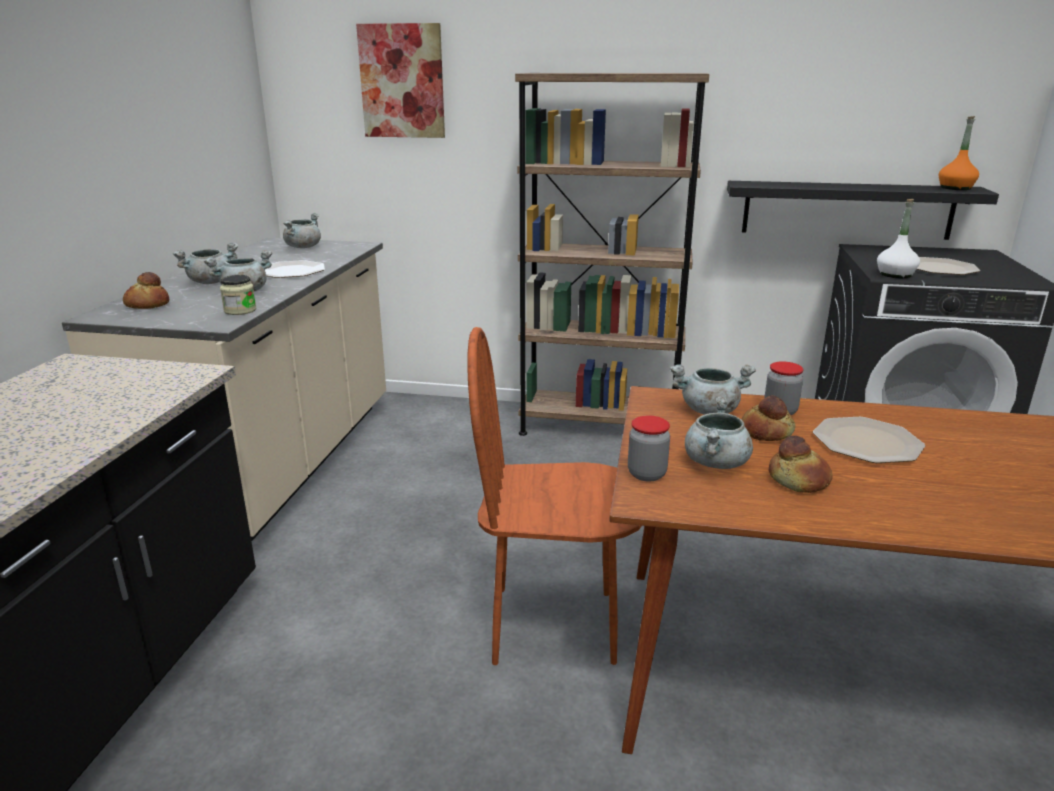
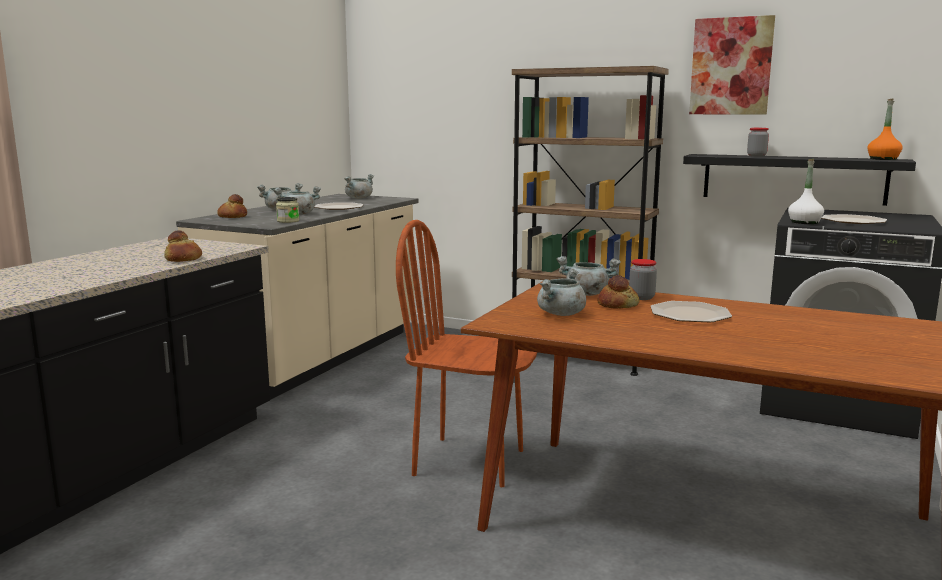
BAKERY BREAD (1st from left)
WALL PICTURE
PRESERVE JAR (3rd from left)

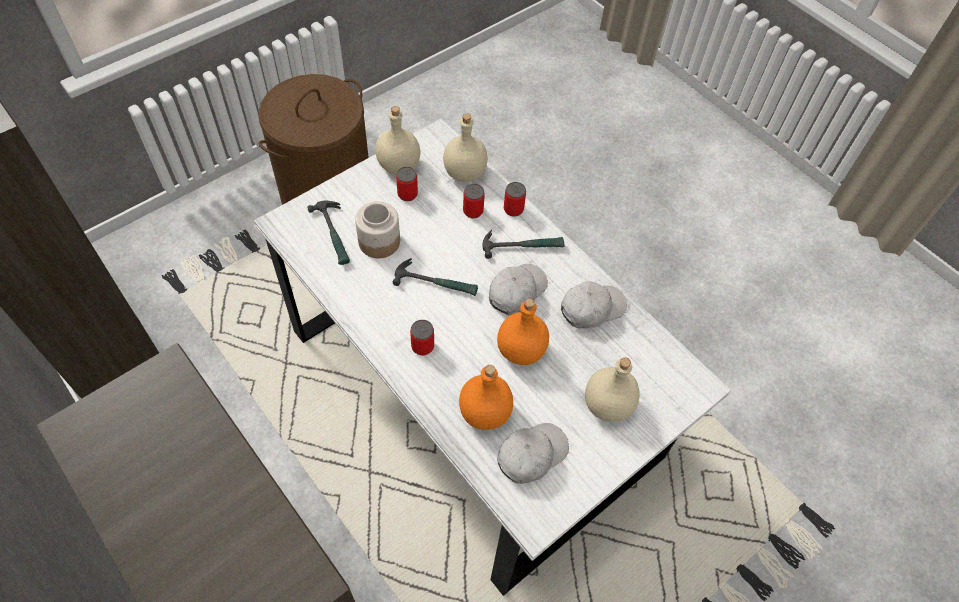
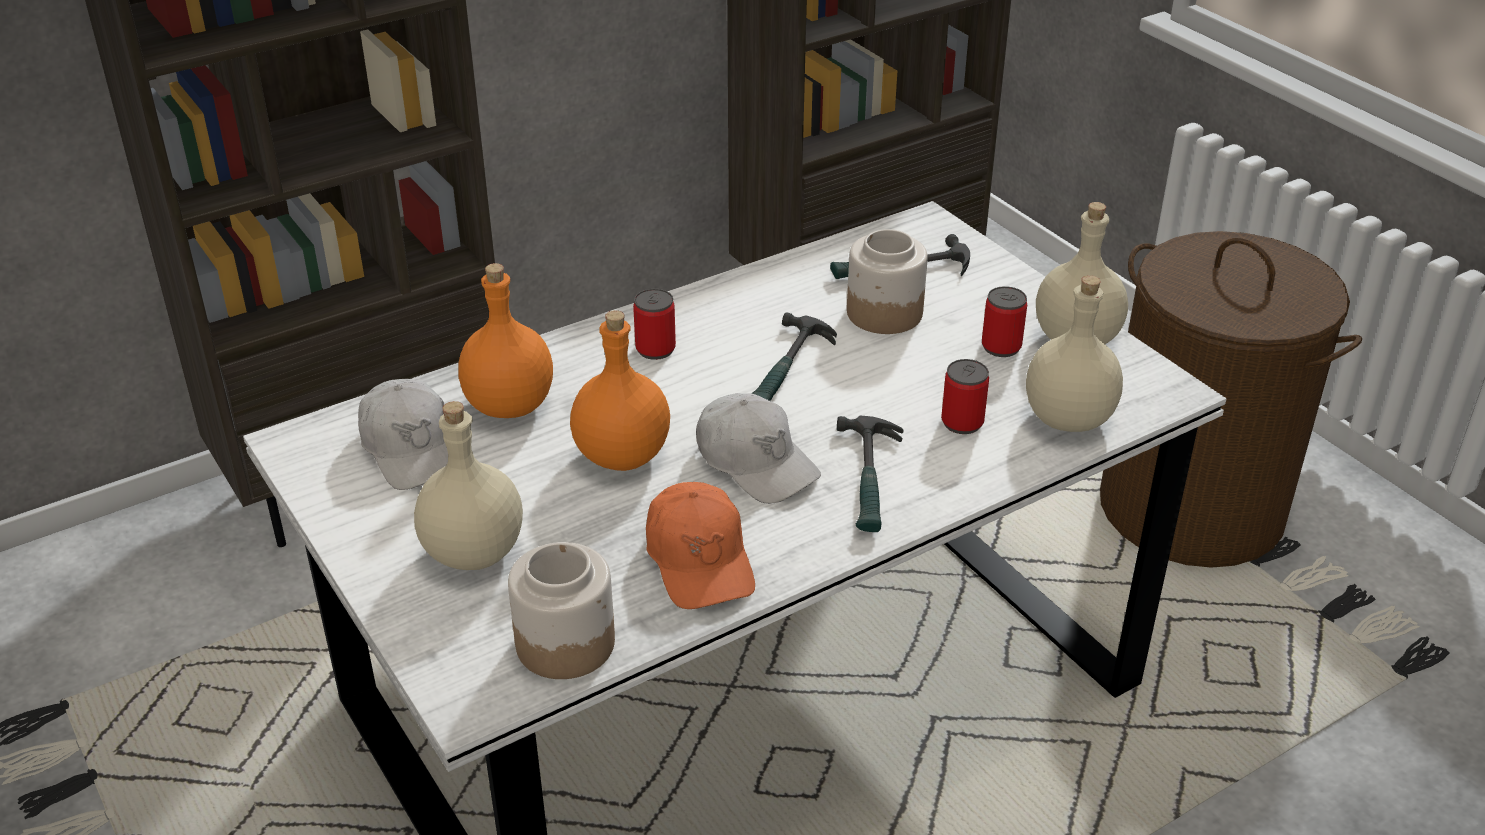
PRESERVE JAR (1st from left)
ORANGEY CAP
SEALED CAN (4th from left in the first image)

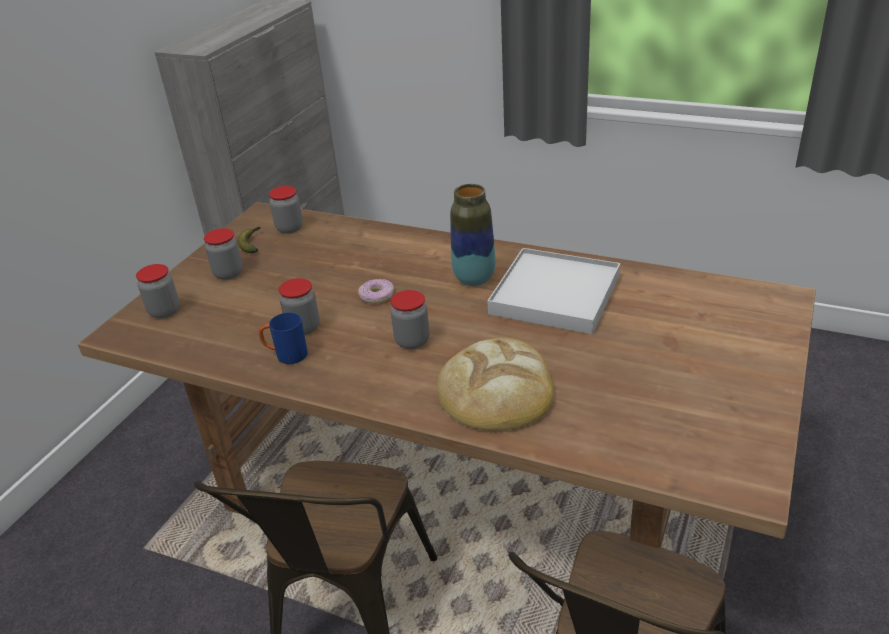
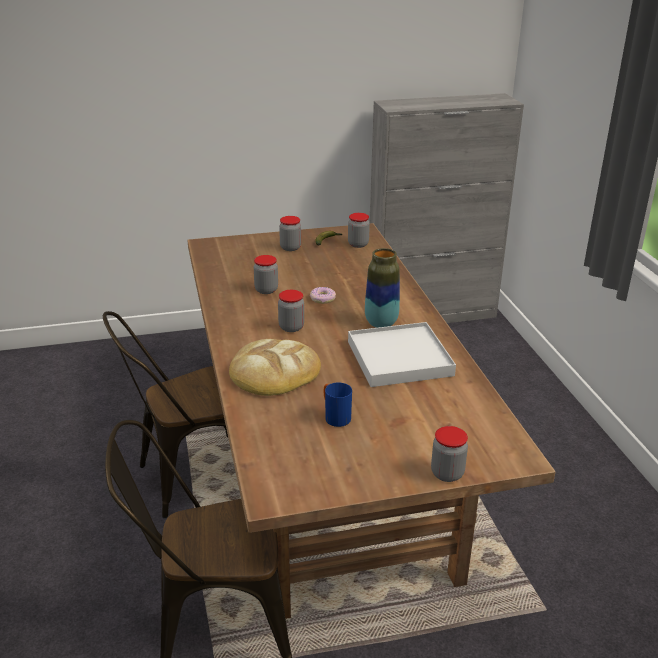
BLUE COFFEE MUG
PRESERVE JAR (5th from left)

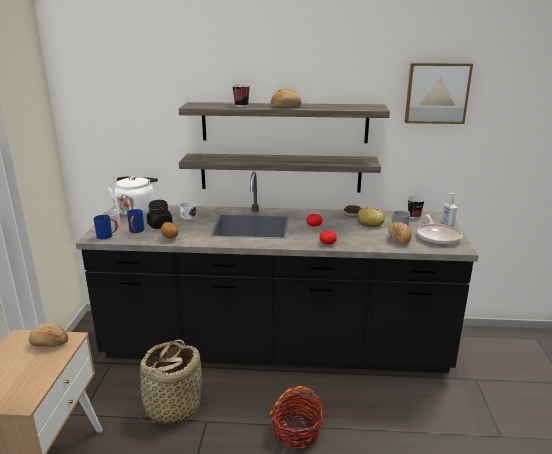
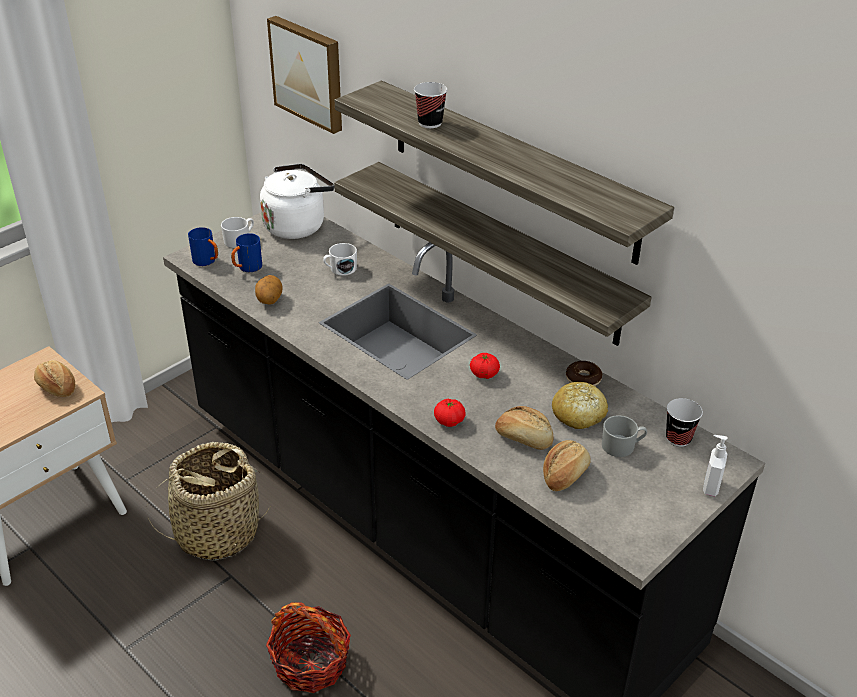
WALL PICTURE
BAKERY BREAD (2nd from left)
BLACK PRESERVE JAR
FRYING PAN

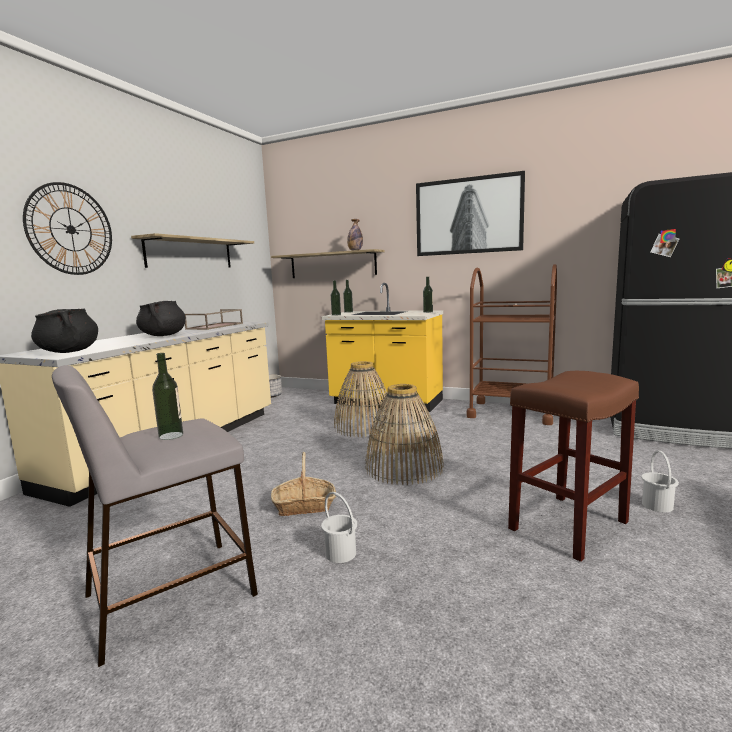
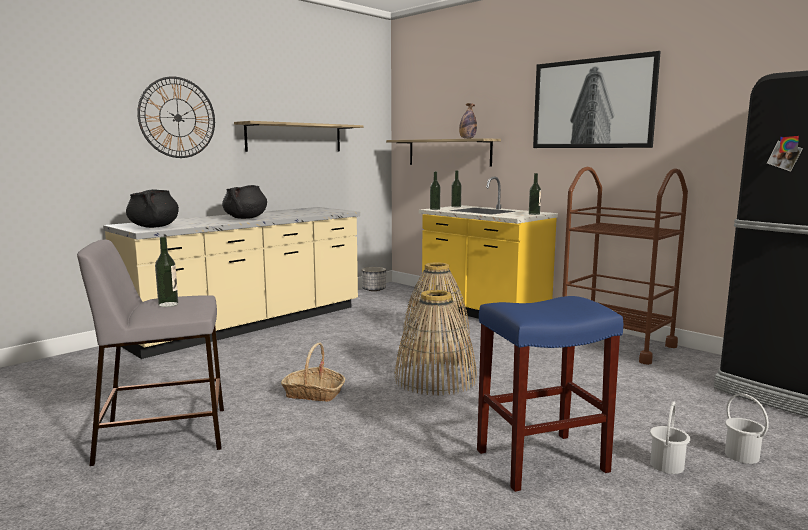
BLUE STOOL SEAT
WHITISH BUCKET (2nd from left)
BROWN-COLOURED CARRYING TRAY

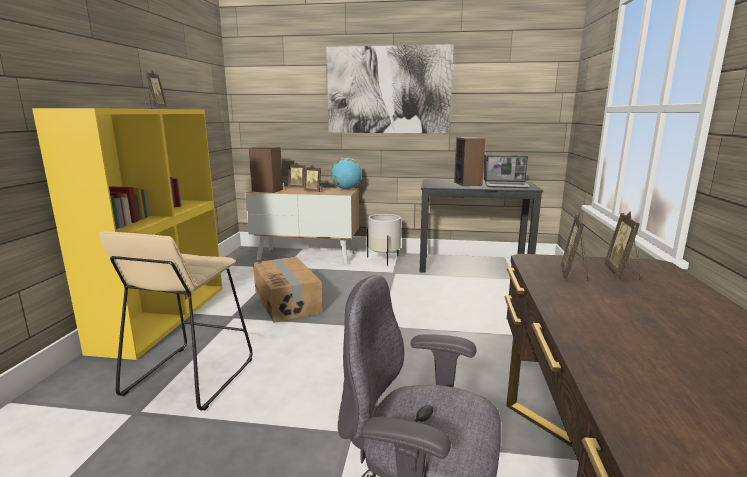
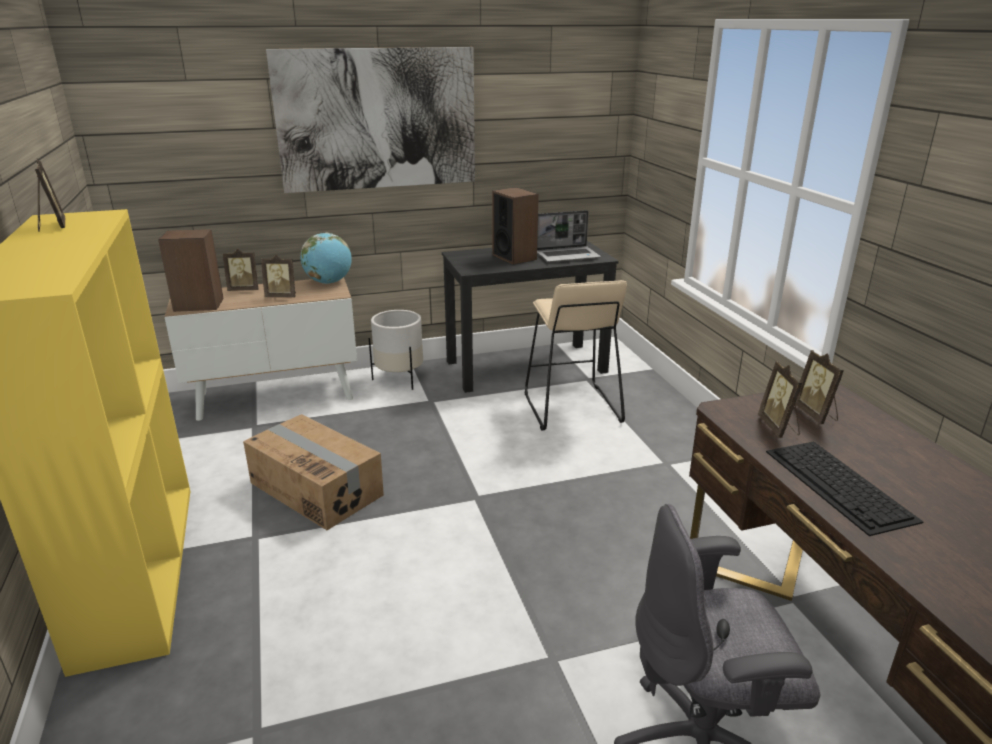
BEIGE-COLOURED STOOL SEAT
PC KEYBOARD

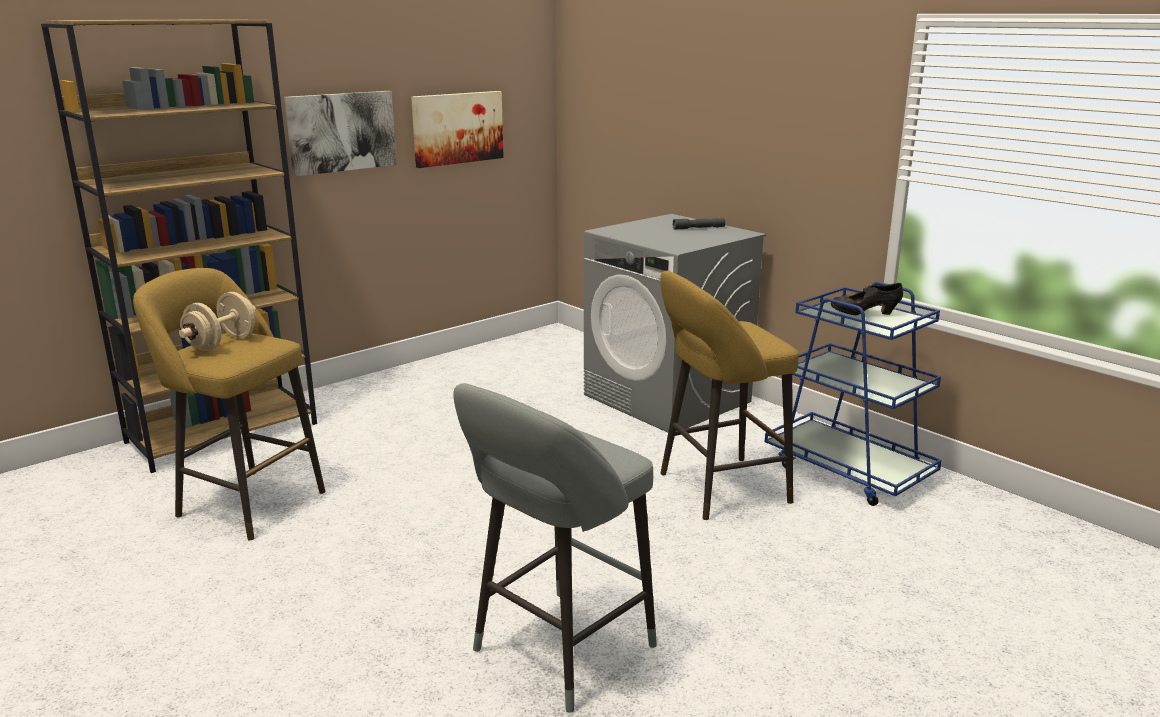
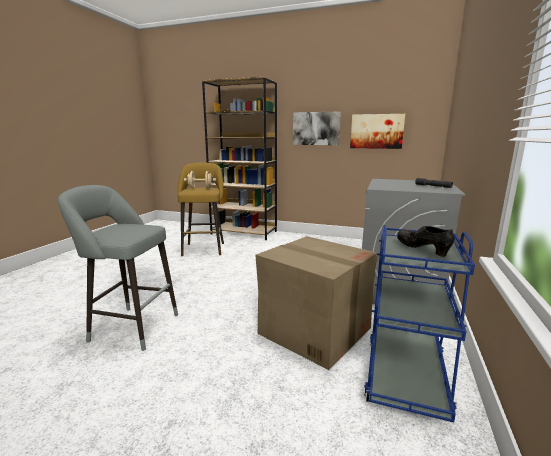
CARDBOARD BOX

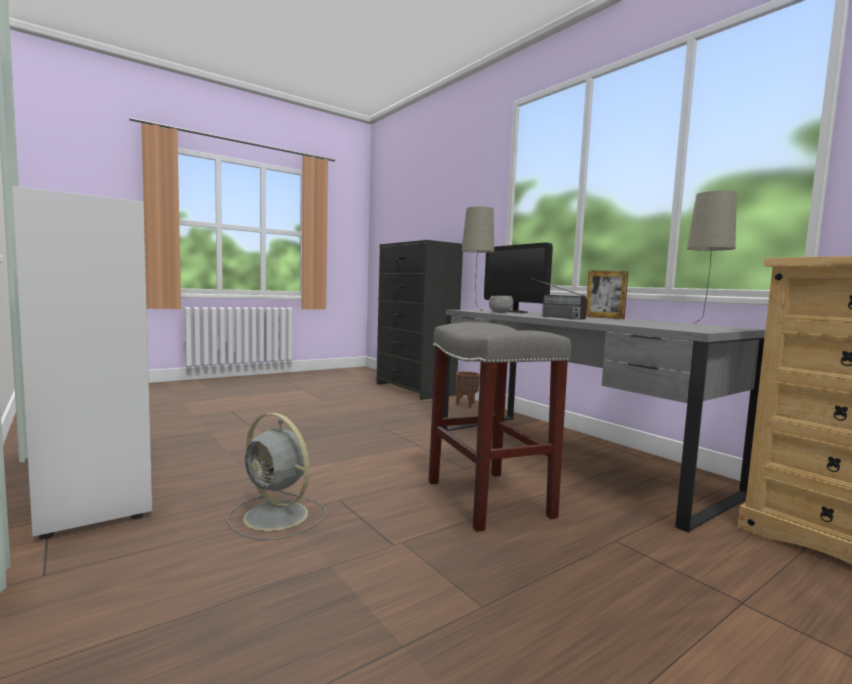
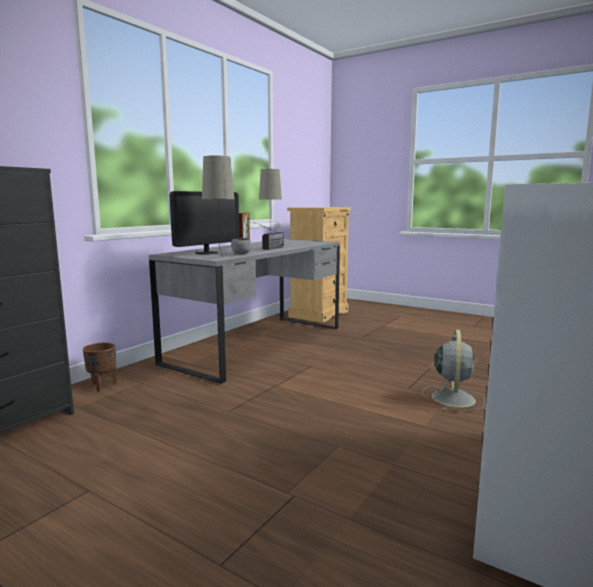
GREY STOOL SEAT

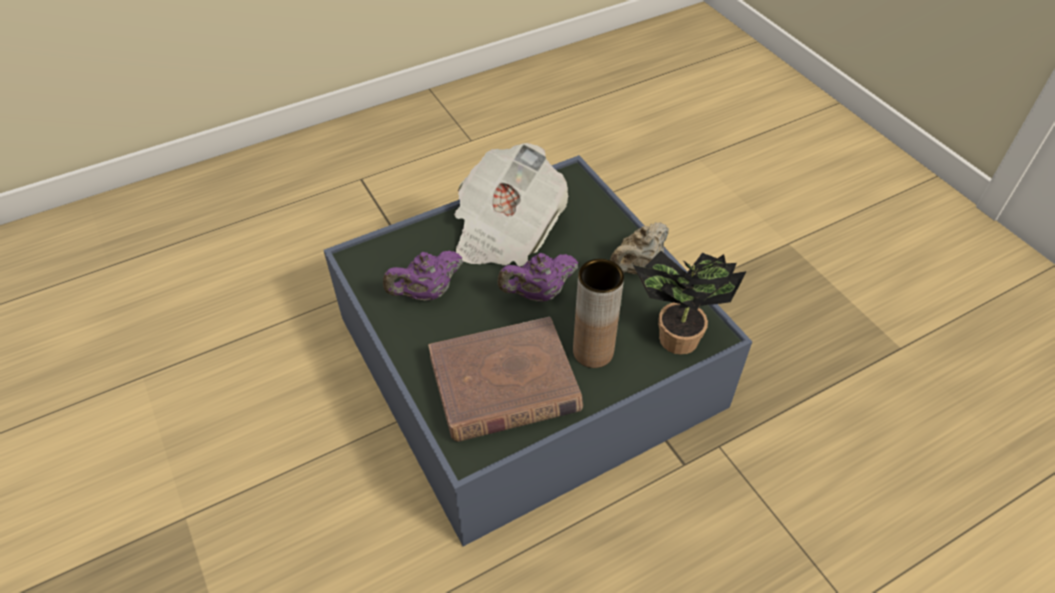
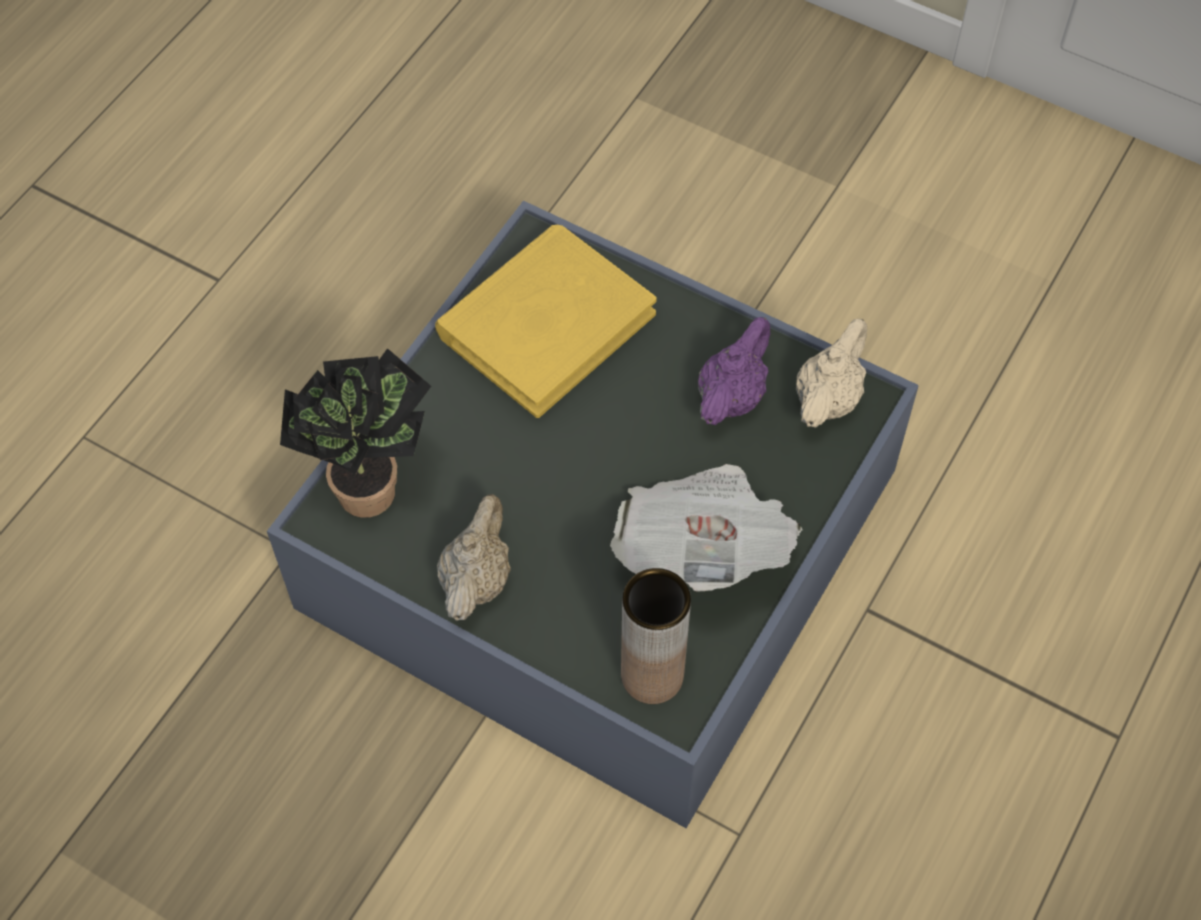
YELLOW BOOK
BROWN-COLOURED FLOWER VASE
BEIGE-COLOURED POT FOR TEA (2nd from left)
PURPLE-COLOURED POT FOR TEA (2nd from left in the first image)

